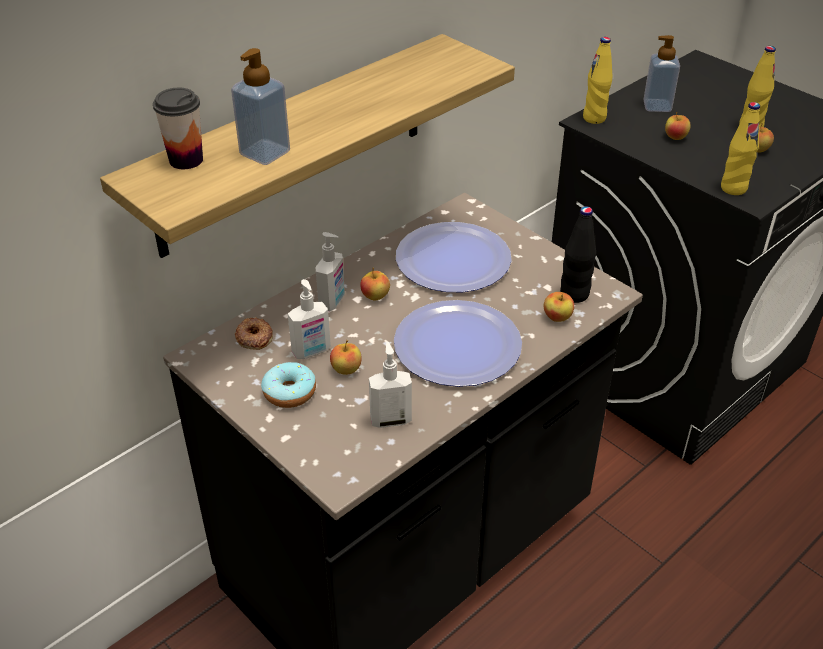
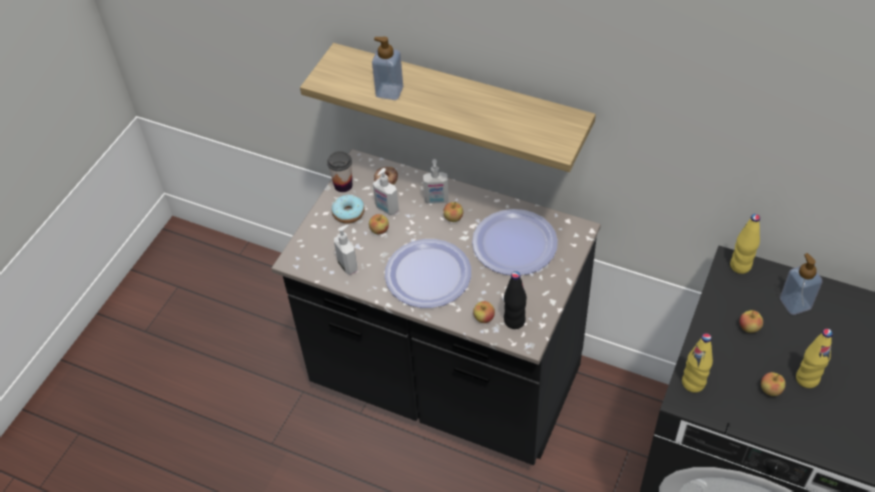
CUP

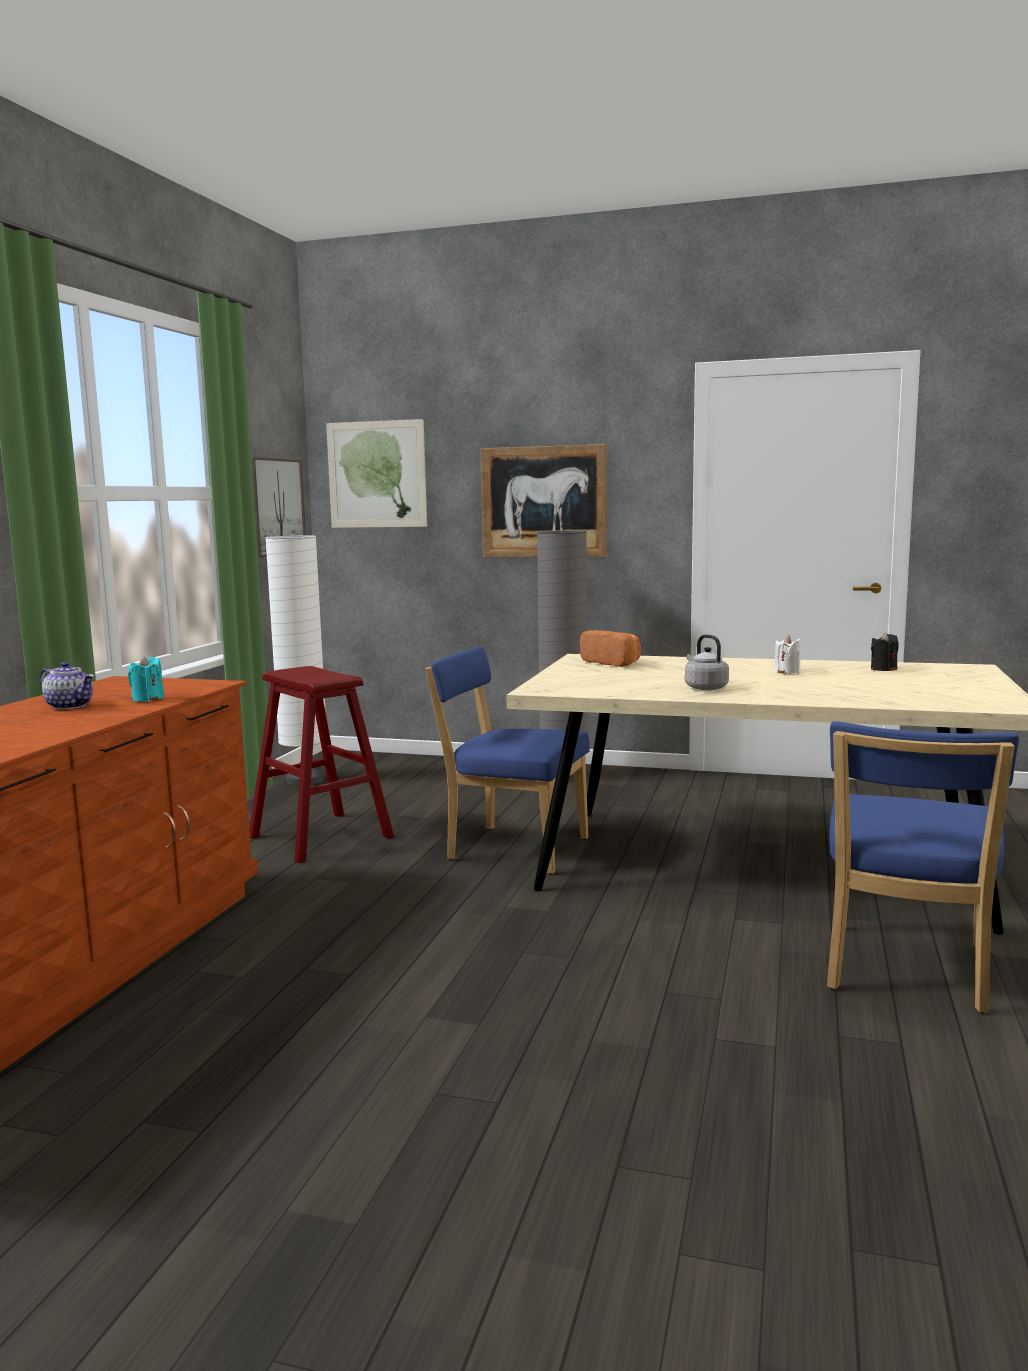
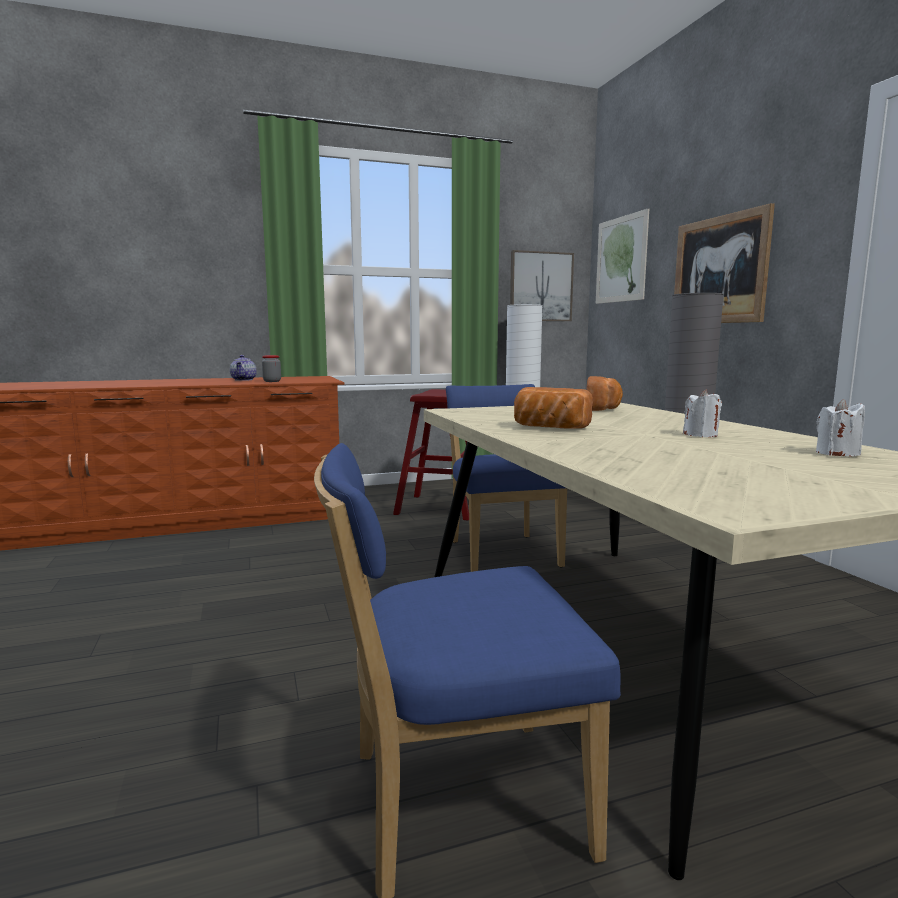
PRESERVE JAR
BAKERY BREAD (1st from left)
WHITISH CANDLE (2nd from left)

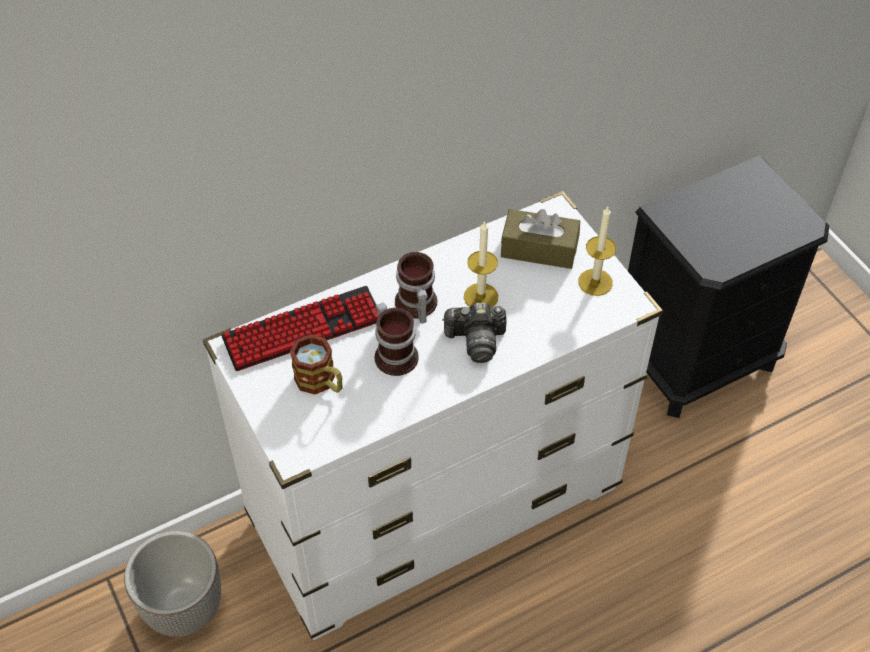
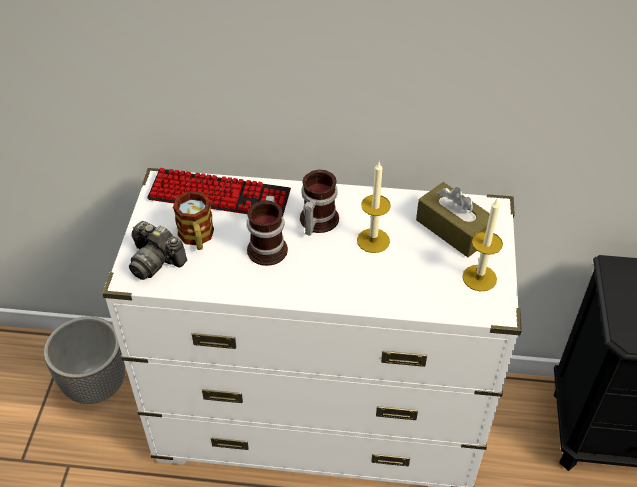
STILL CAMERA

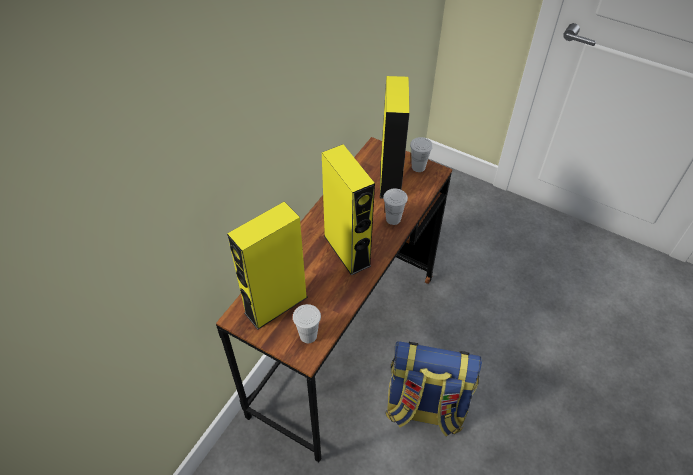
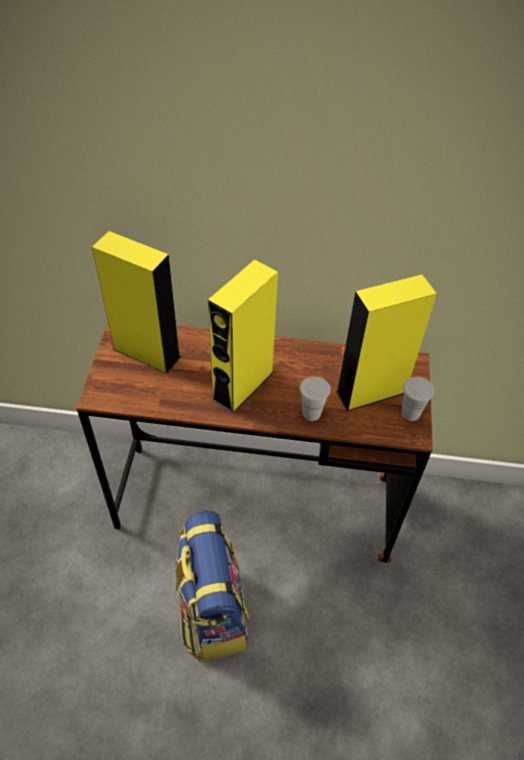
WHITISH CUP (1st from left in the first image)

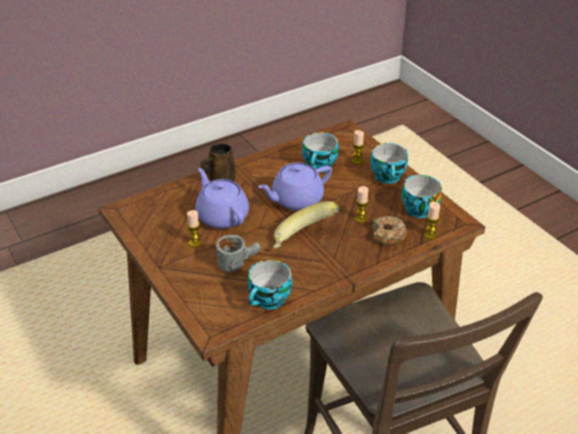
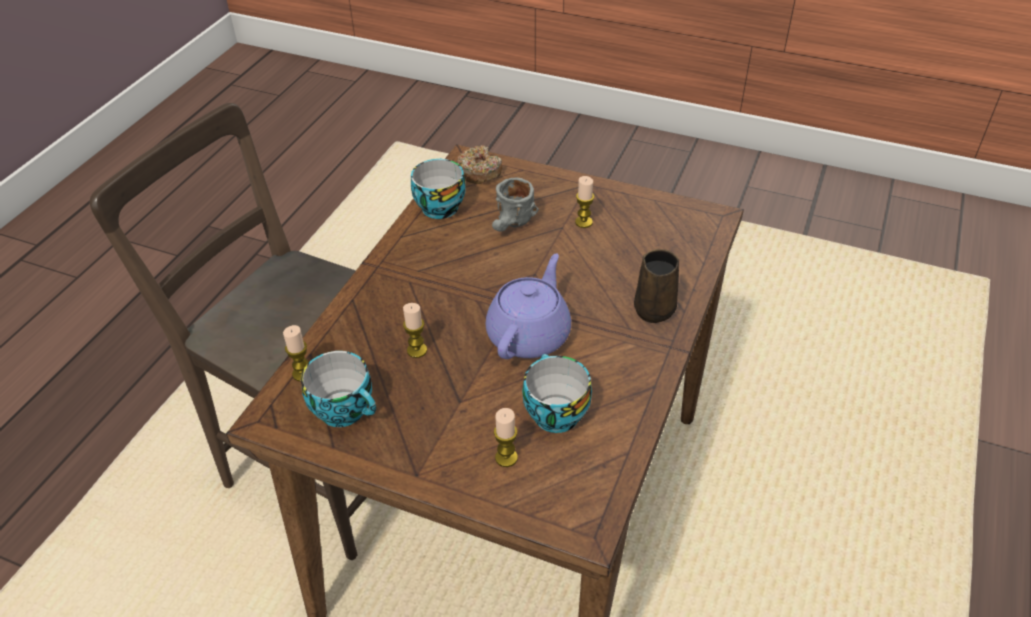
DOUGHNUT
PURPLE-COLOURED POT FOR TEA (1st from left in the first image)
BANANA FRUIT
CUP (3rd from left in the first image)

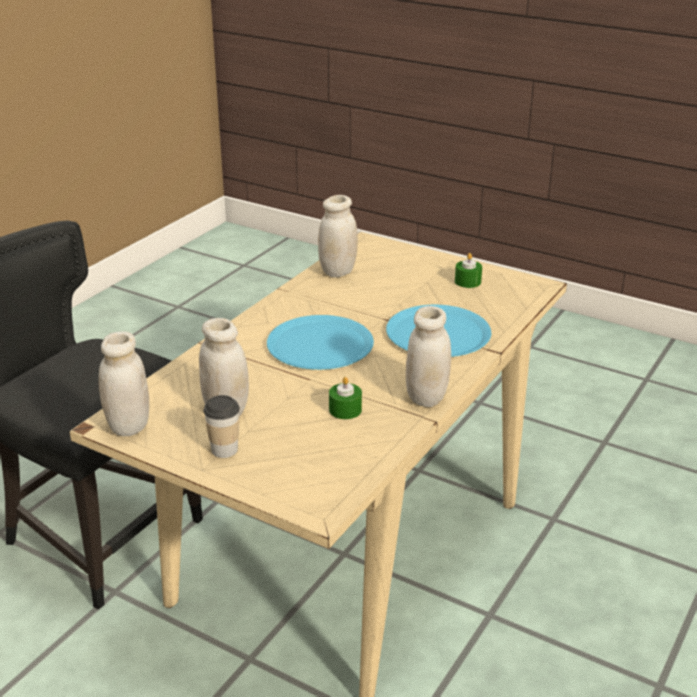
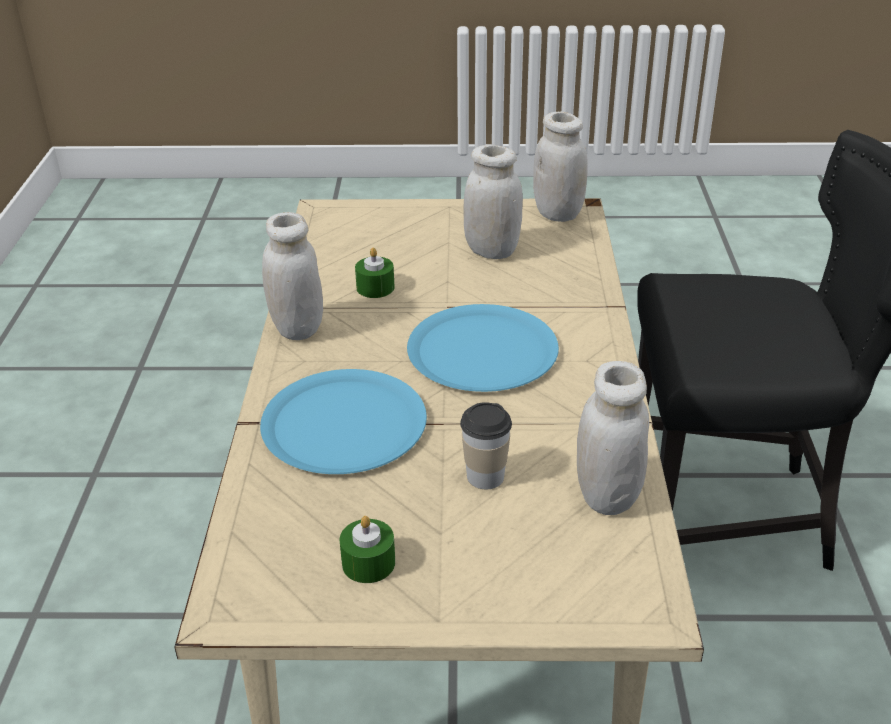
CUP

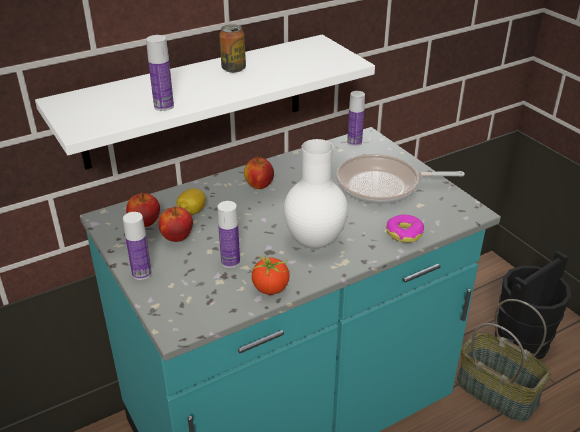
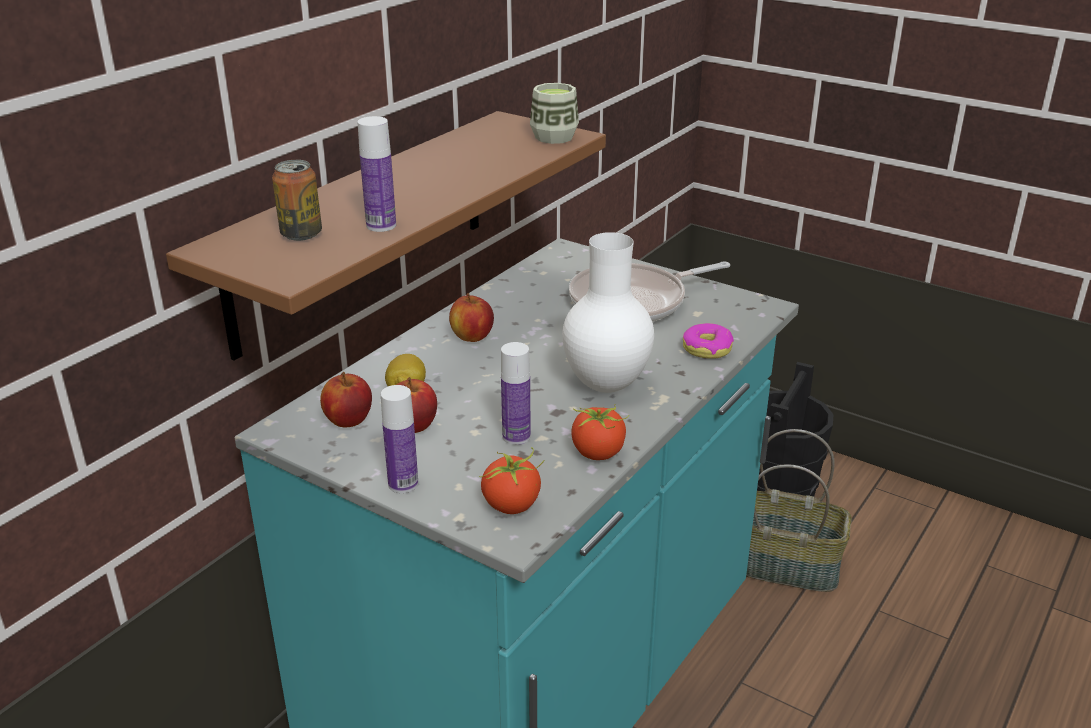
BROWN-COLOURED SHELF
SEALED CAN
WHOLE TOMATO (1st from left)
CUP
BOTTLE (4th from left in the first image)

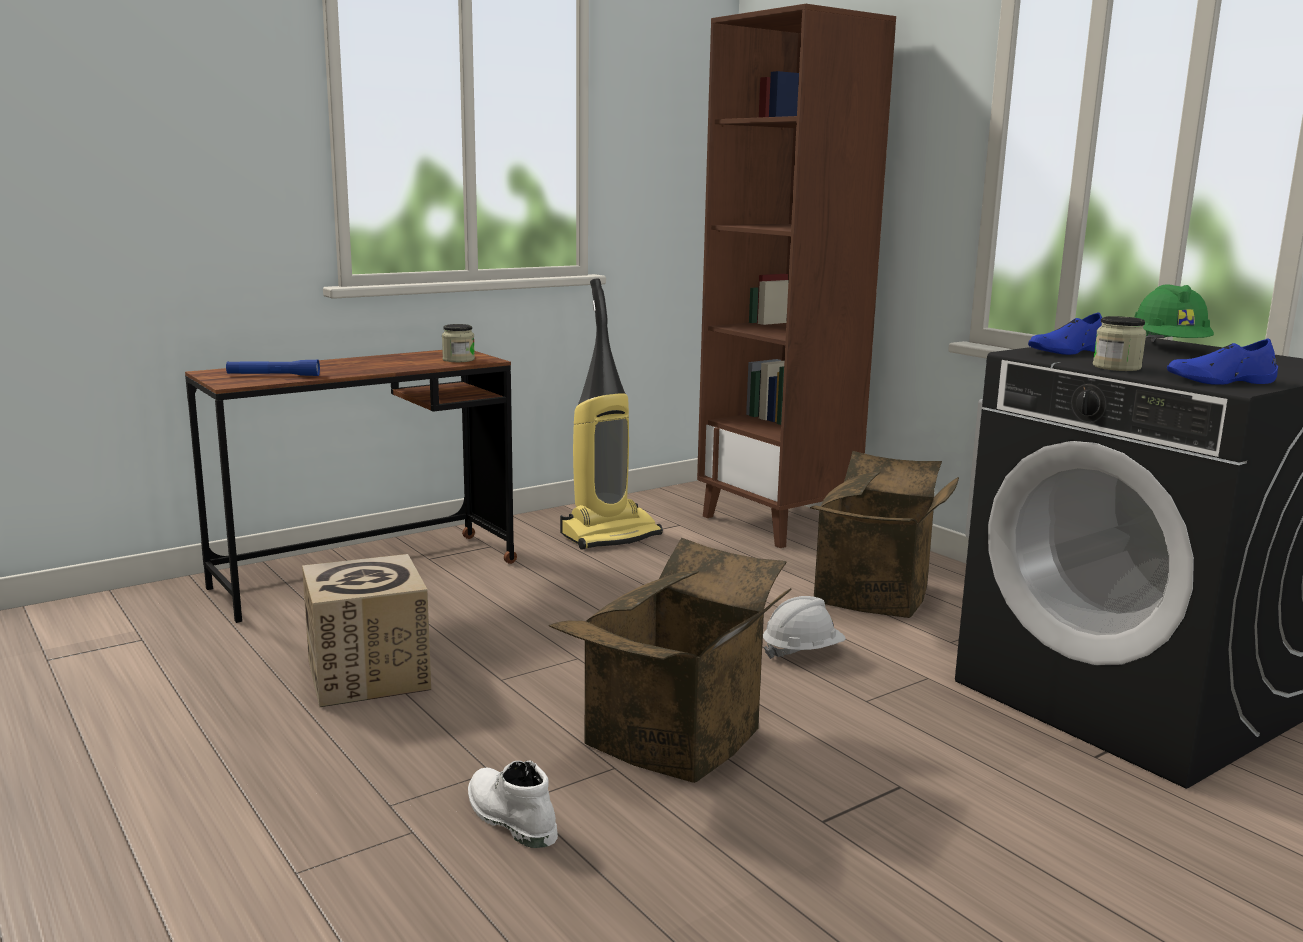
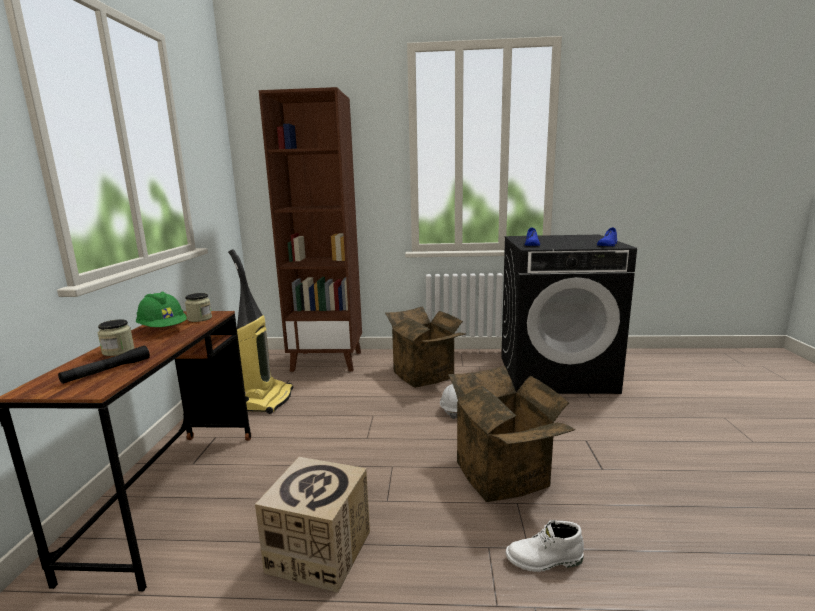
BLACK FLASHLIGHT
PRESERVE JAR (1st from left)
GREENISH HARD HAT

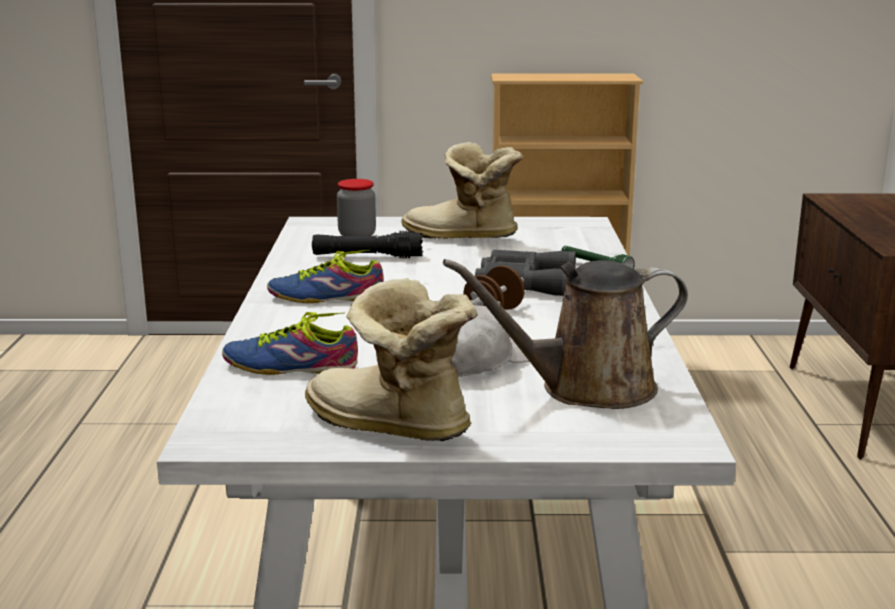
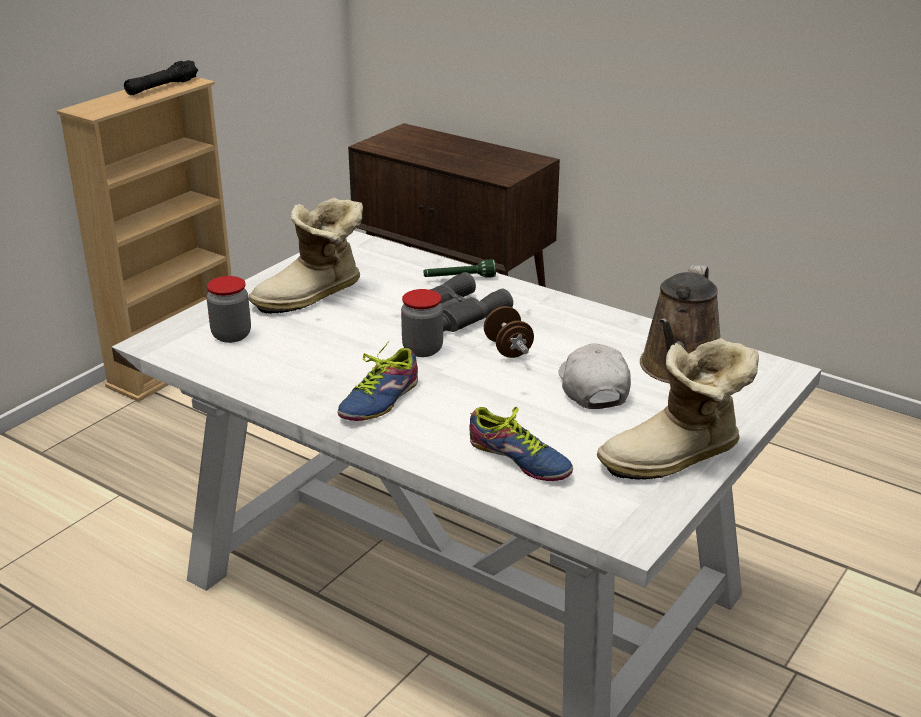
BLACK FLASHLIGHT
PRESERVE JAR (2nd from left)
LOW SHOE (2nd from left)

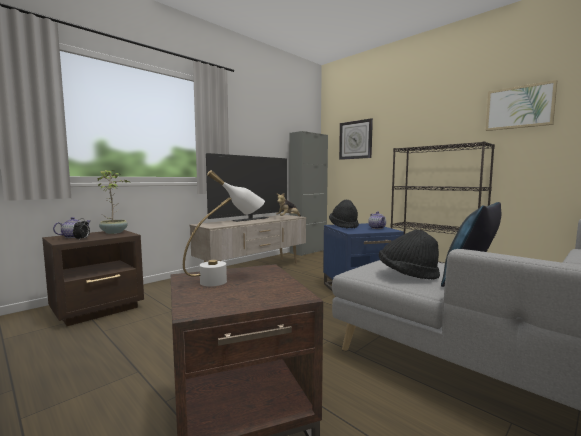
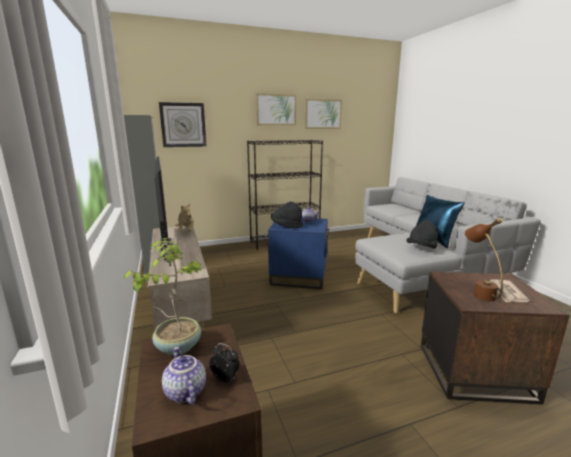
WALL PICTURE (1st from left)
BROWN-COLOURED LAMP FOR A TABLE
NEWSPAPER

